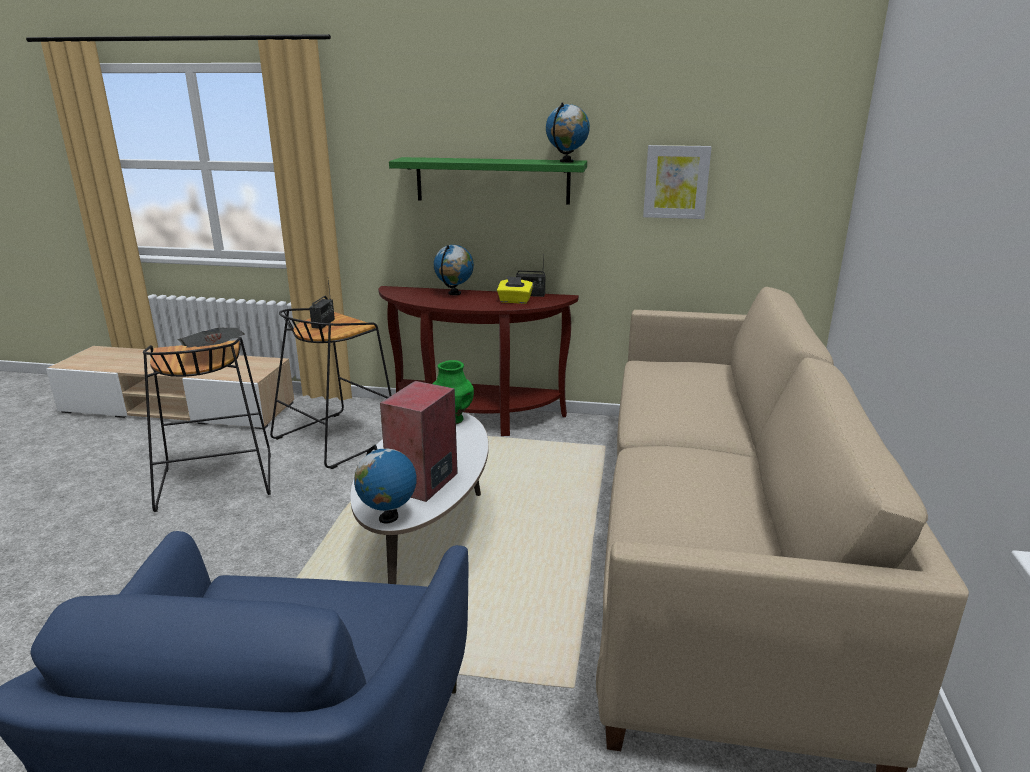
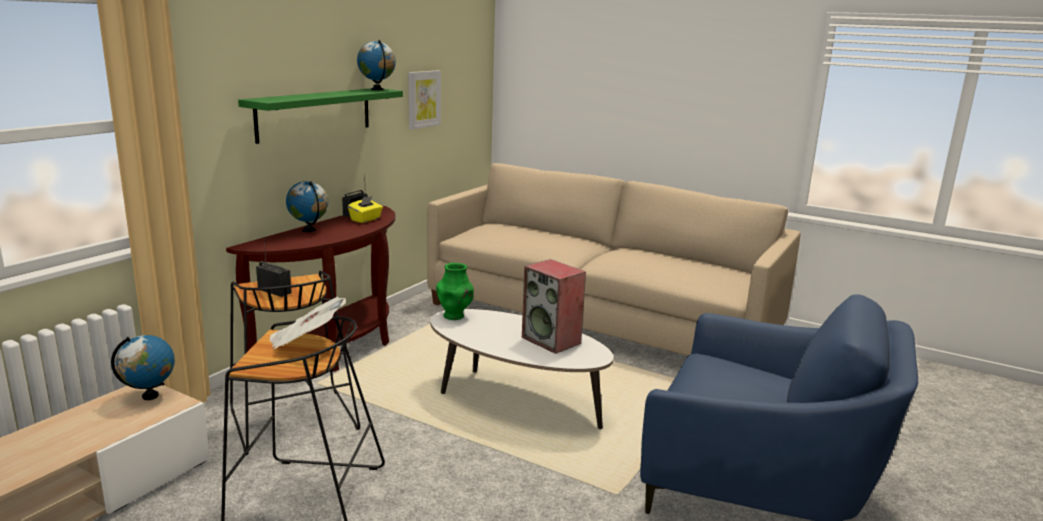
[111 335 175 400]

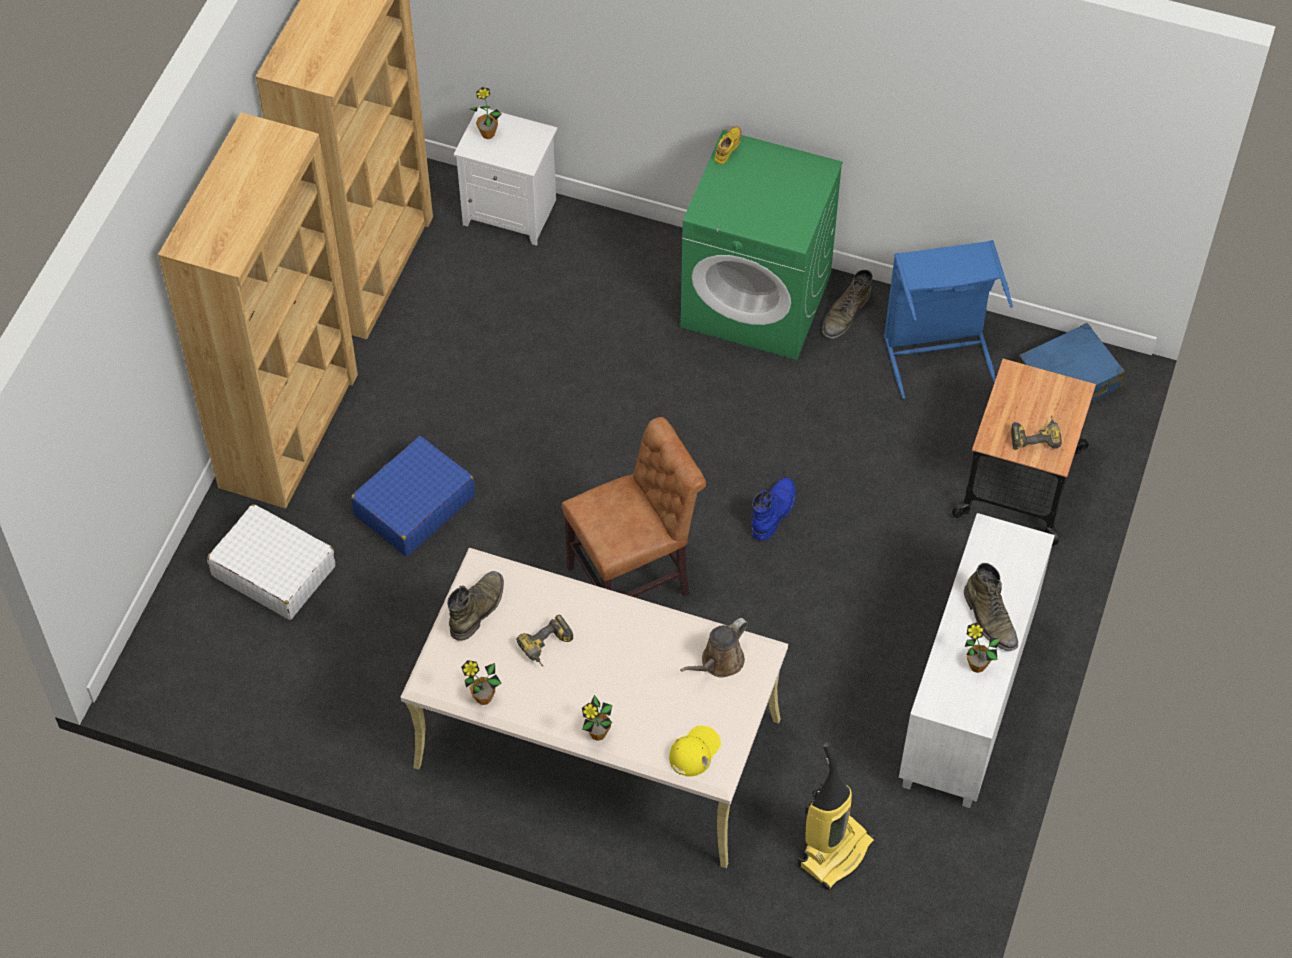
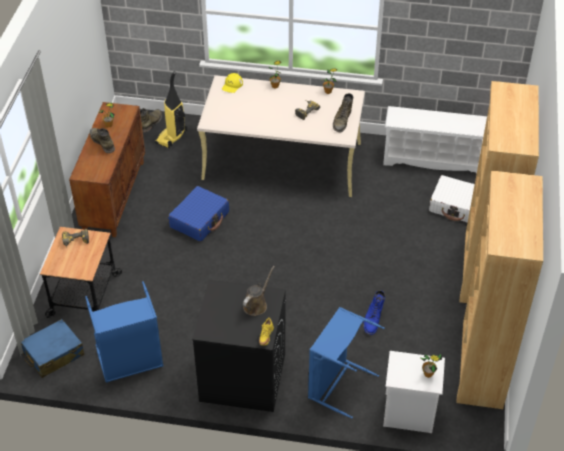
[69 102 145 237]
[140 108 162 133]
[168 186 229 242]
[192 280 286 412]
[243 266 275 316]
[308 307 385 419]
[363 290 385 335]
[383 106 487 173]
[562 417 706 597] (first image)

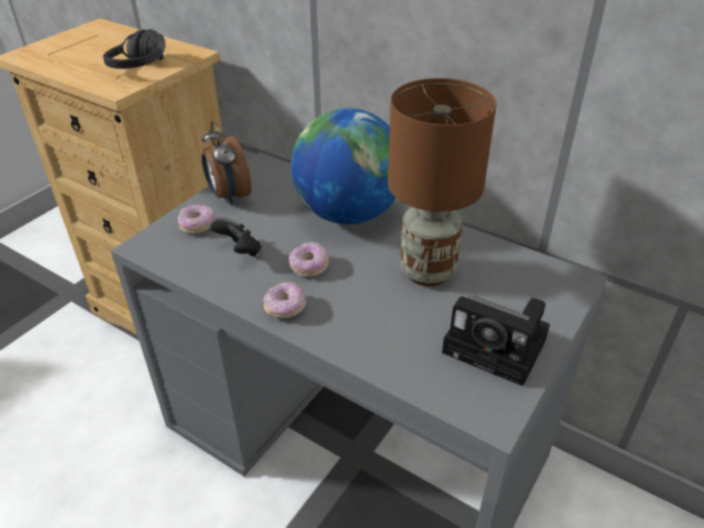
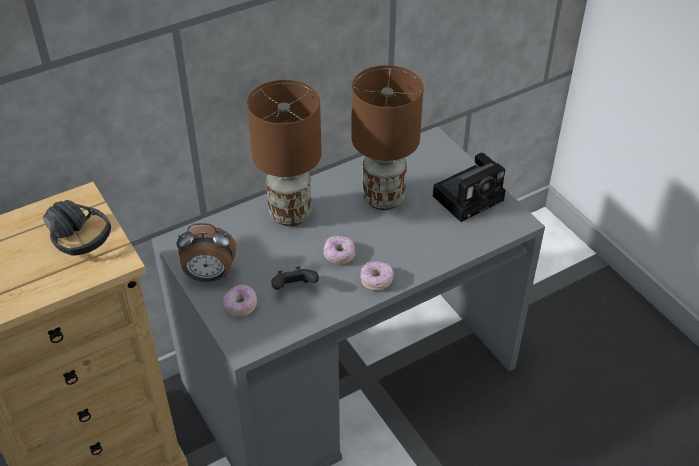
[247 80 322 226]

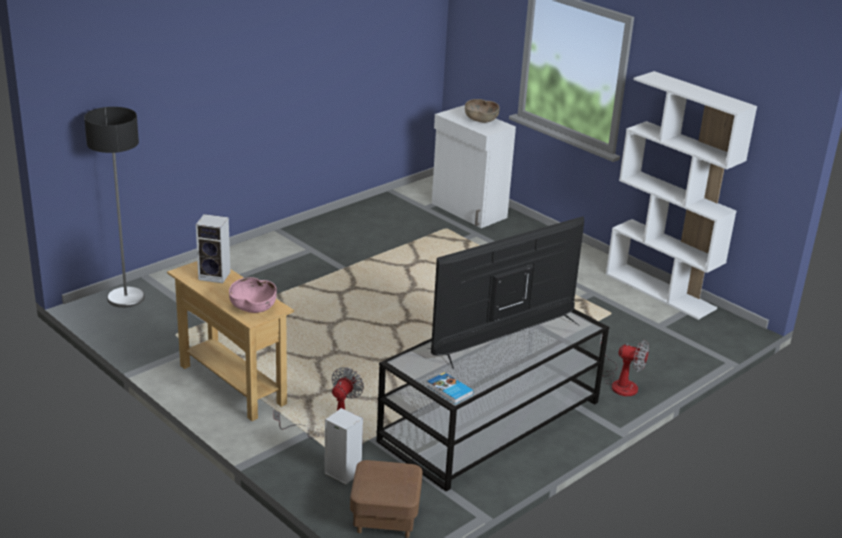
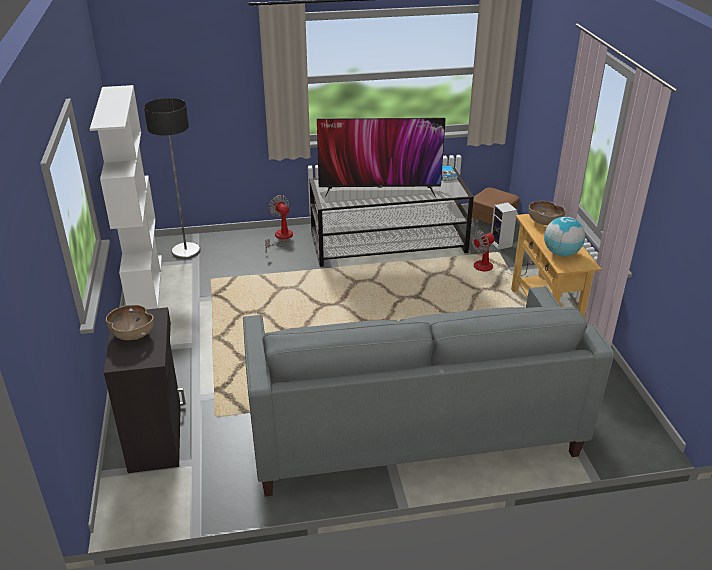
[104 307 186 473]
[144 98 201 259]
[243 286 614 497]
[529 201 566 225]
[544 217 585 256]

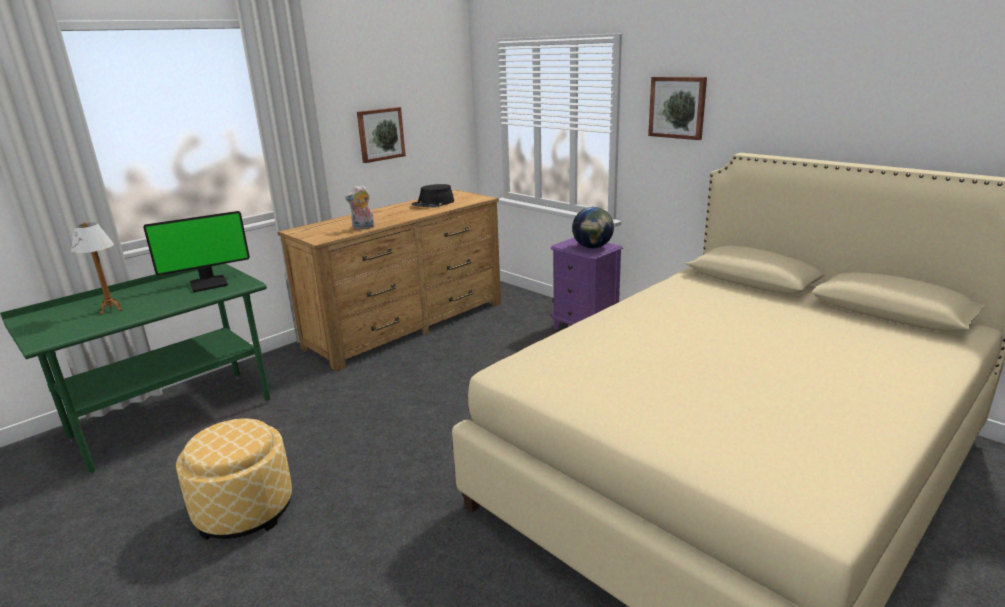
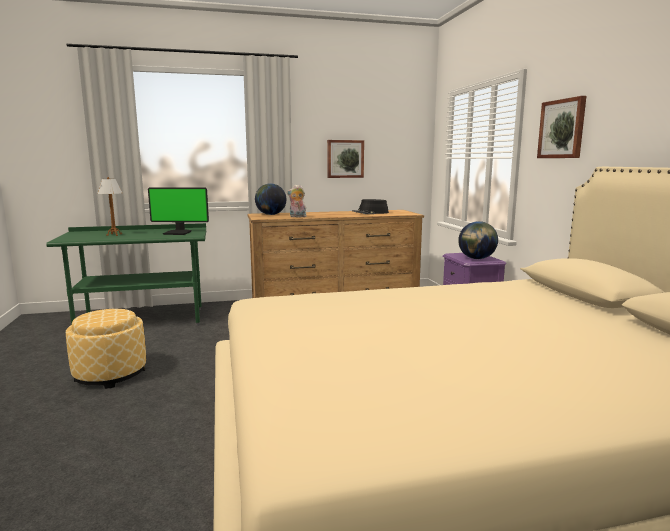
[255 183 286 215]

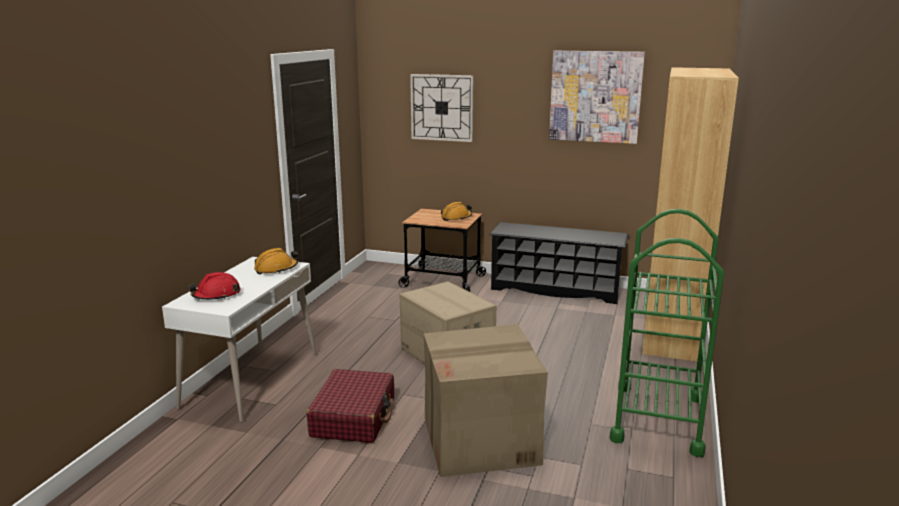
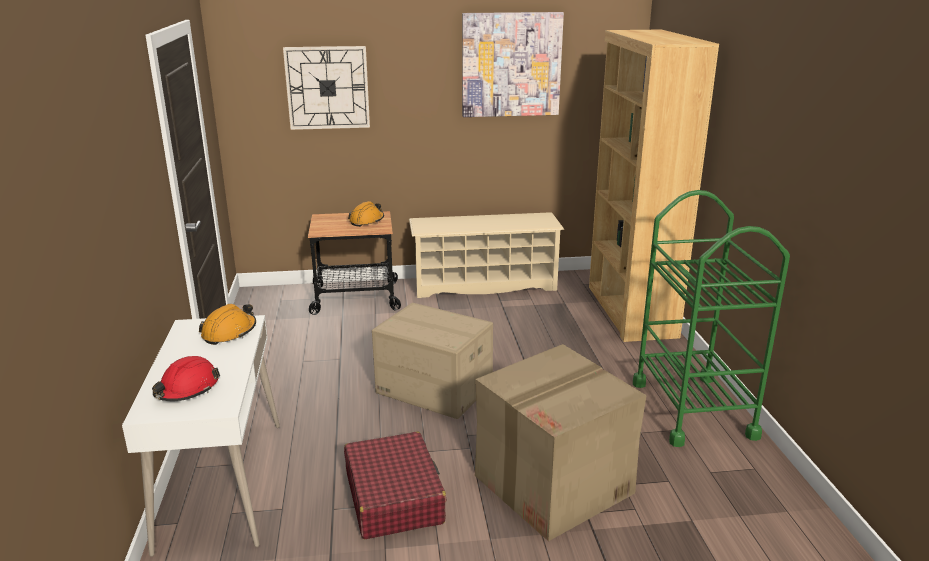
[409 212 564 298]

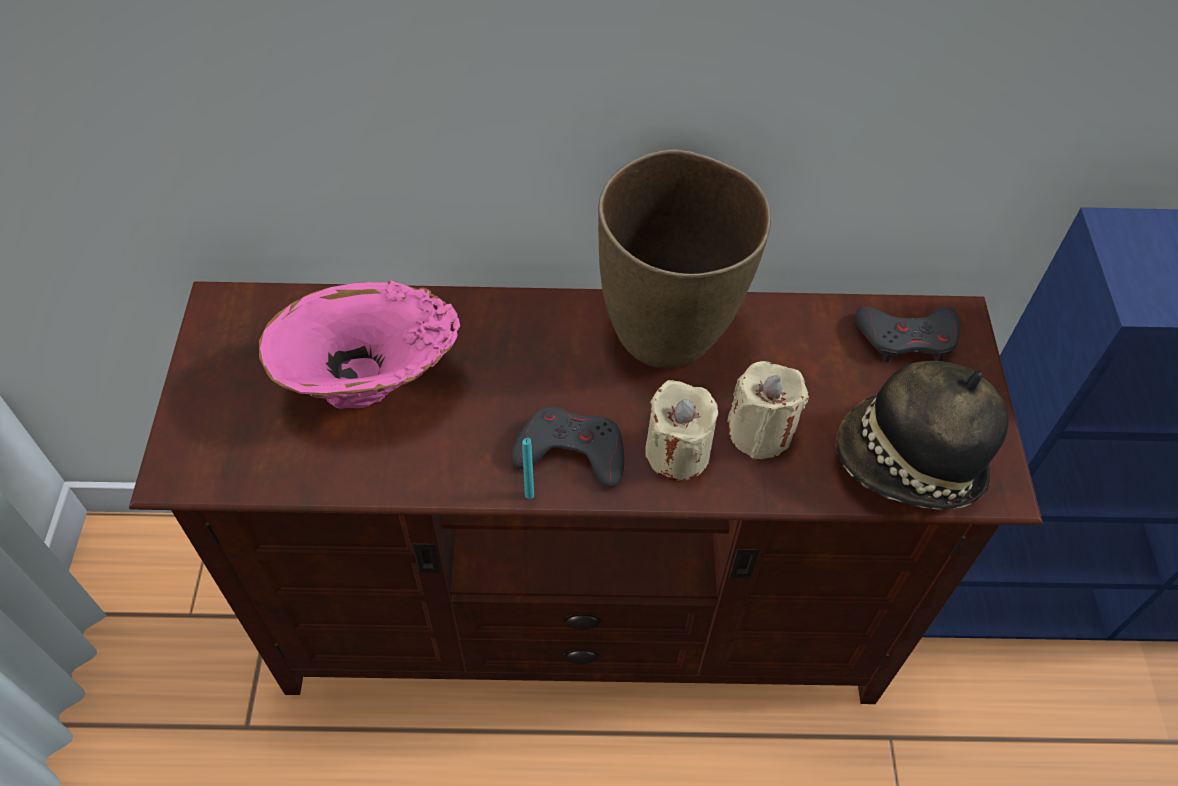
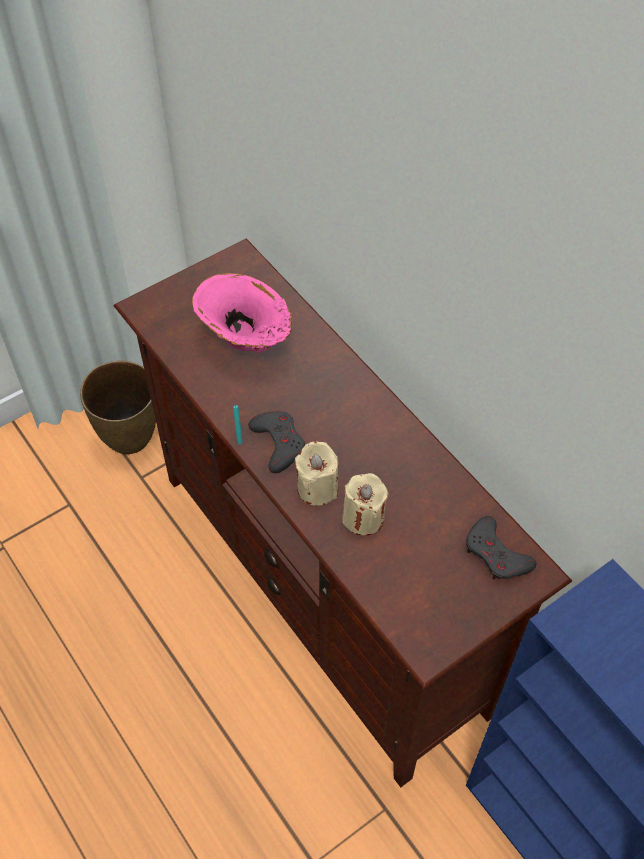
[80 361 156 454]
[836 361 1008 510] (first image)

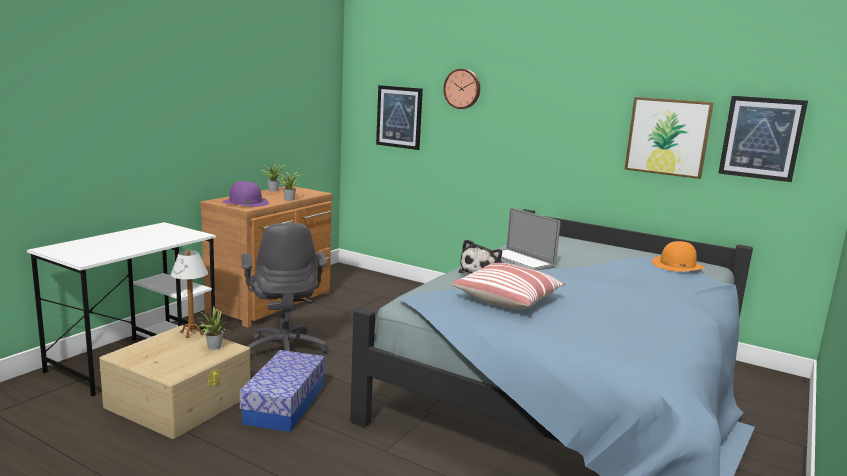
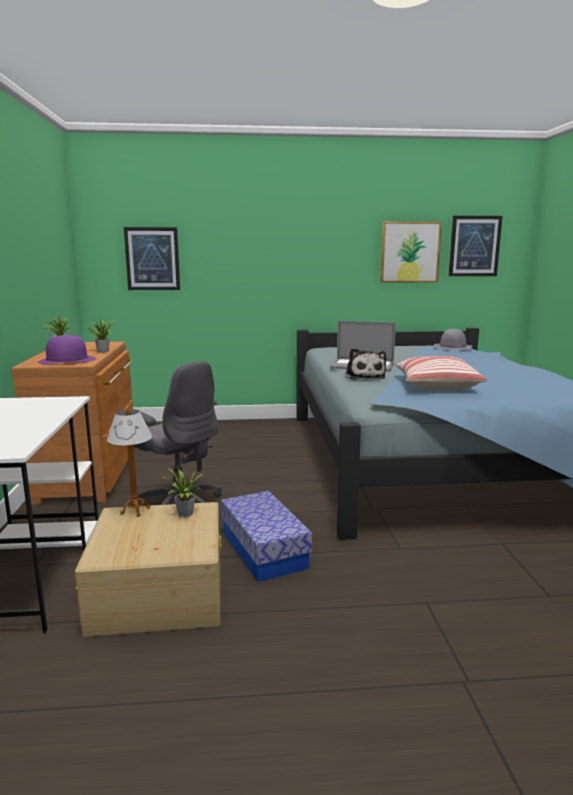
[434 329 472 351]
[443 69 480 109] (first image)

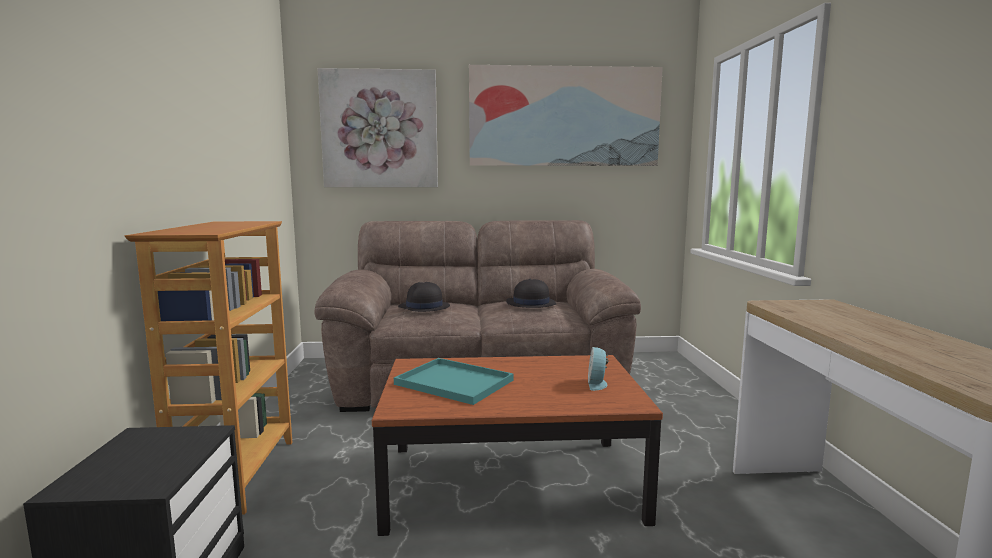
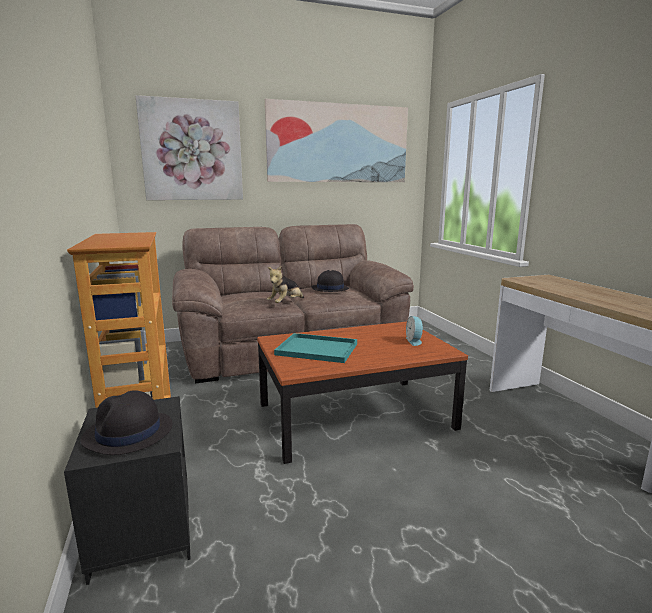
[81 390 172 455]
[267 266 304 303]

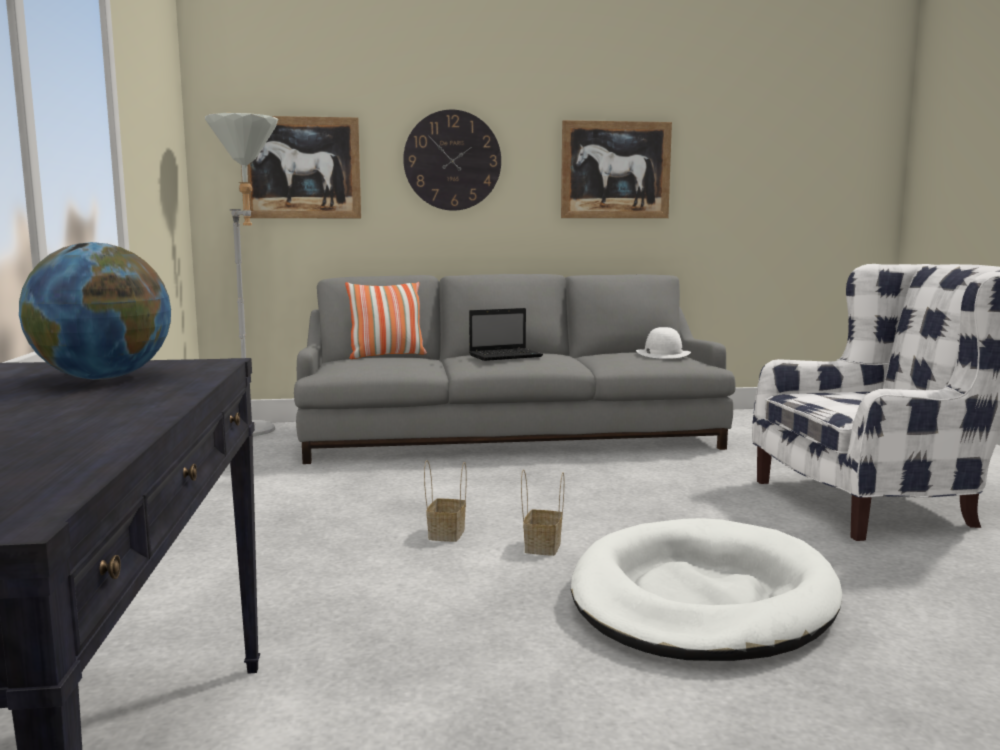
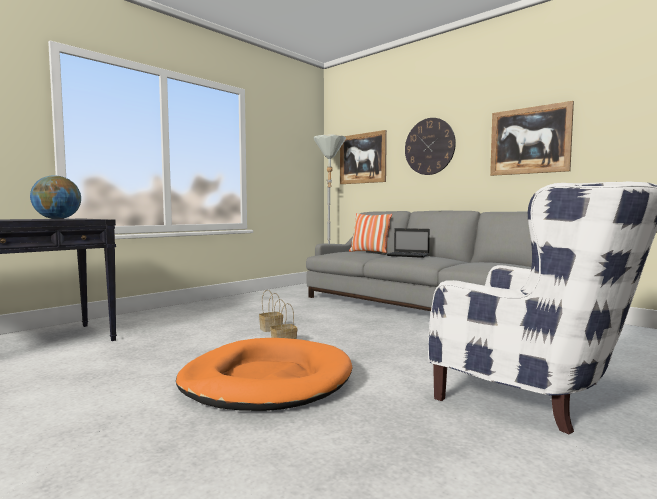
[176 338 353 411]
[636 327 691 359] (first image)

